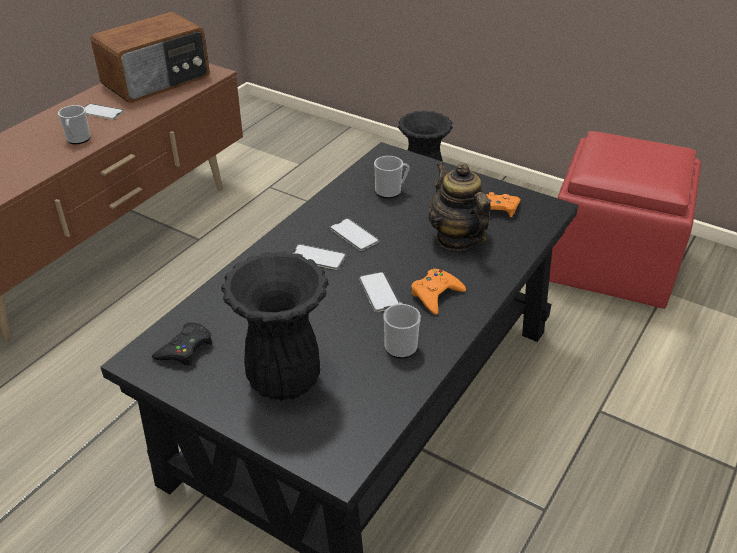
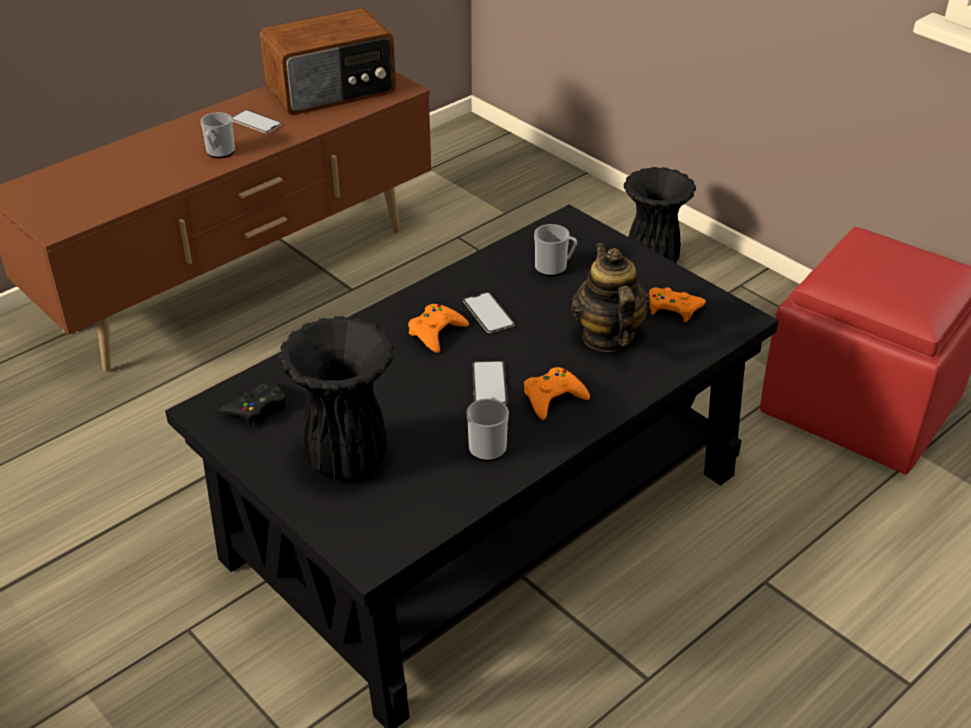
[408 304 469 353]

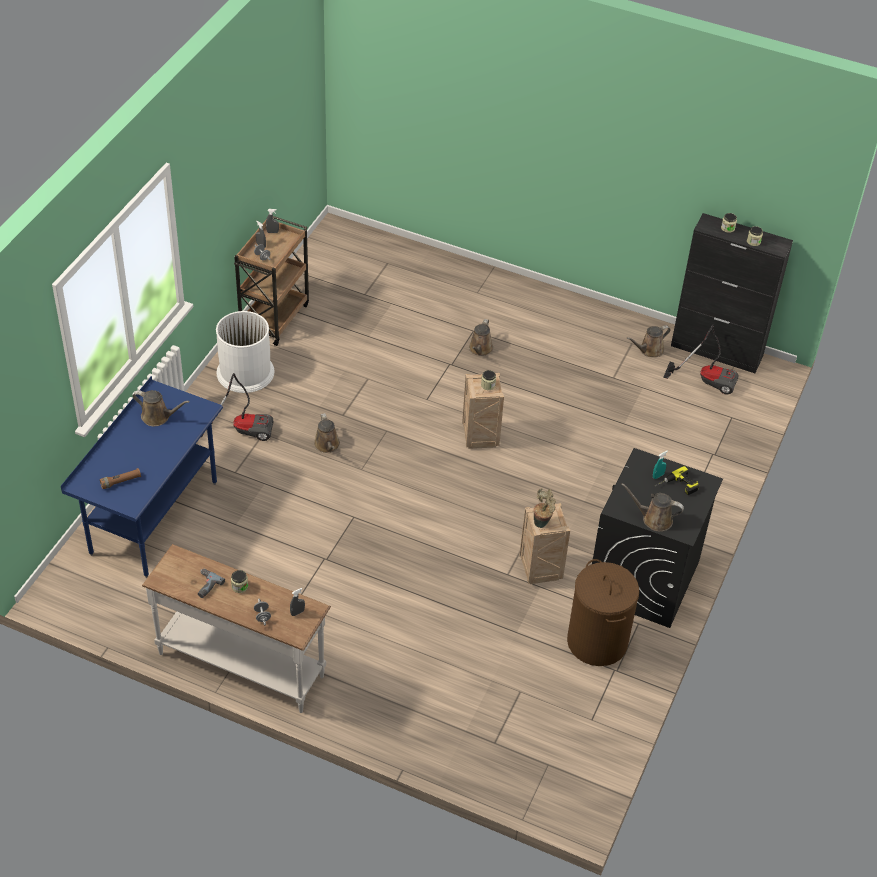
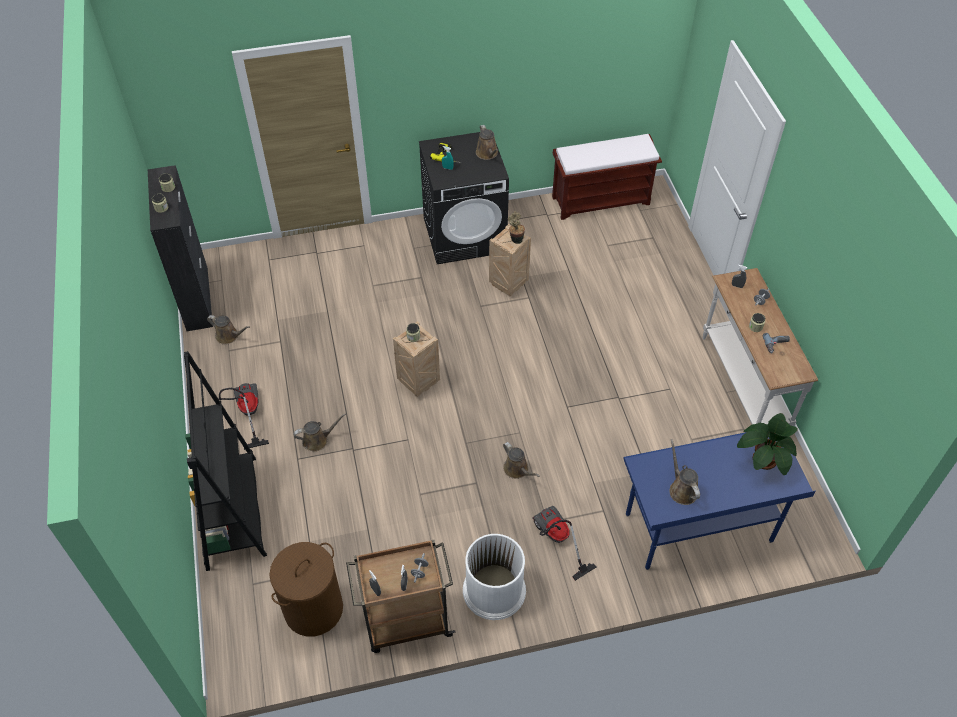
[184 351 267 571]
[219 383 269 450]
[270 542 343 636]
[503 442 540 479]
[552 134 662 220]
[737 413 798 475]

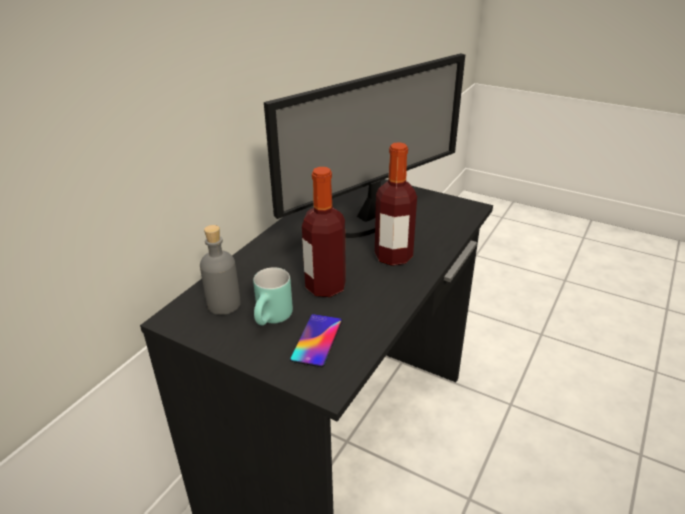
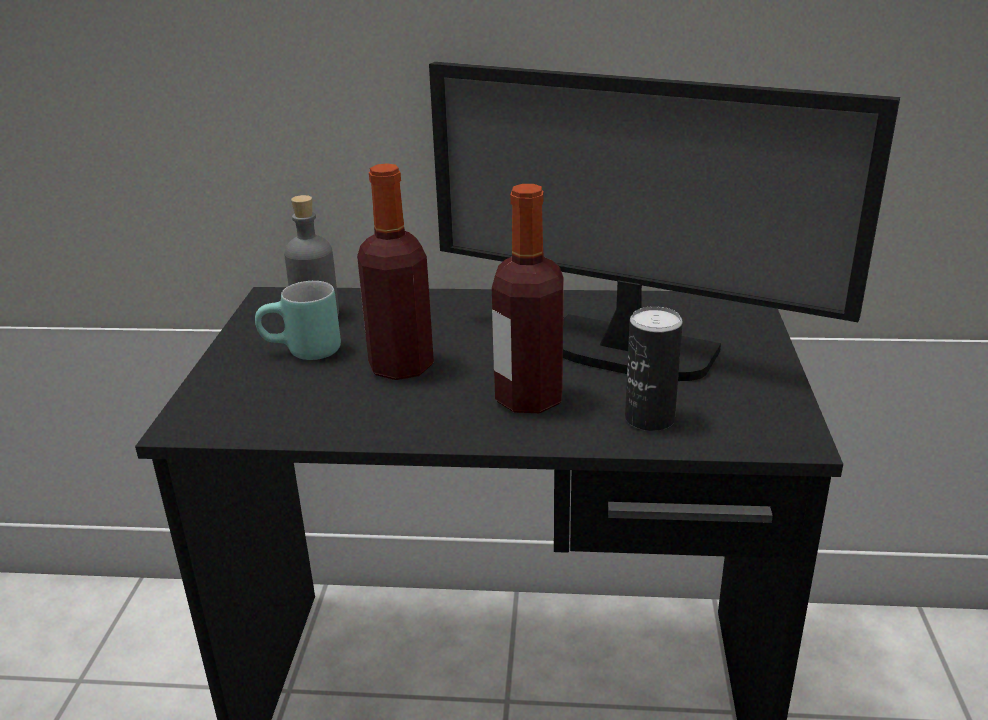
[625 306 683 431]
[290 314 342 367] (first image)

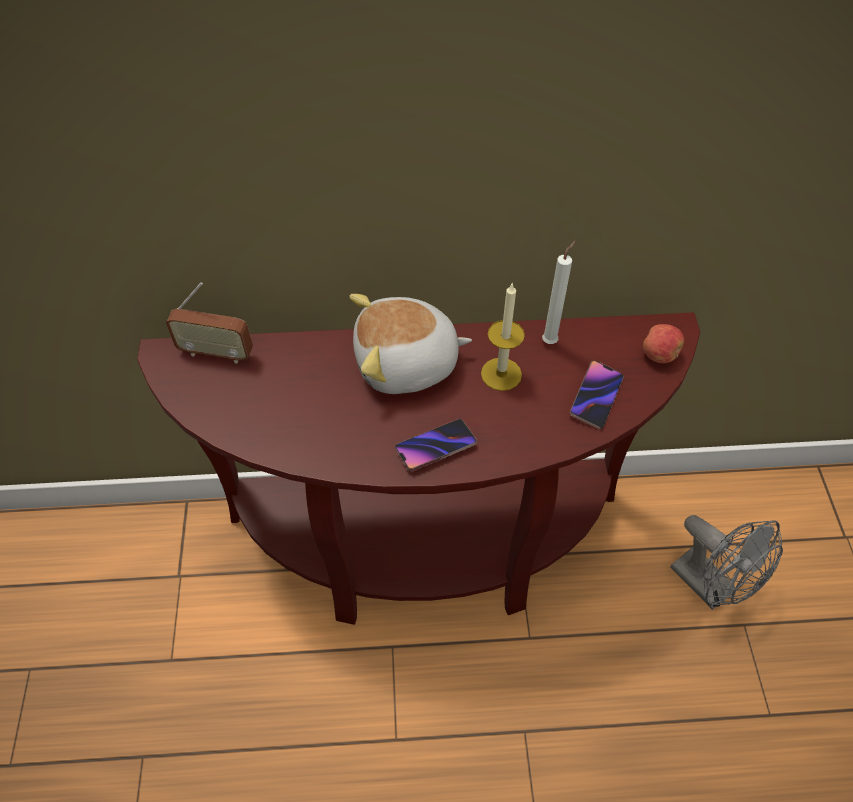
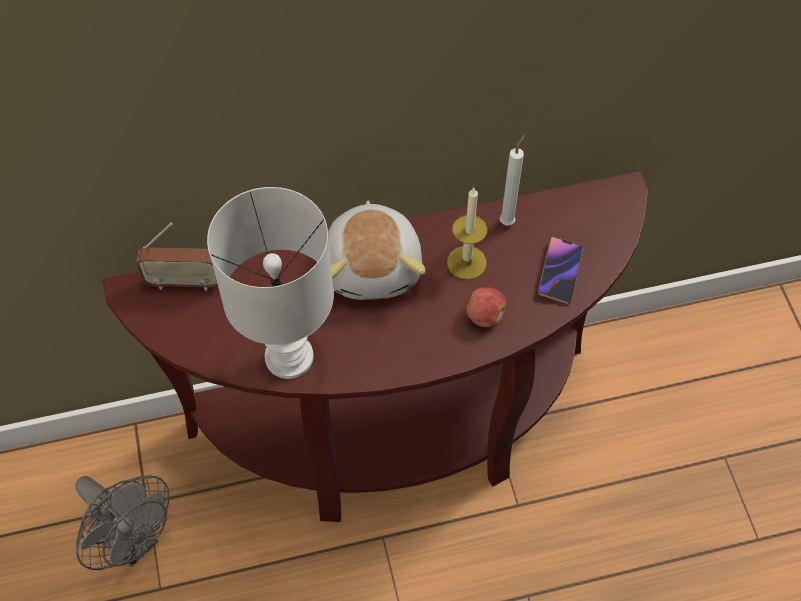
[75 475 170 570]
[207 187 334 379]
[328 201 425 300]
[467 287 506 327]
[395 419 477 471] (first image)

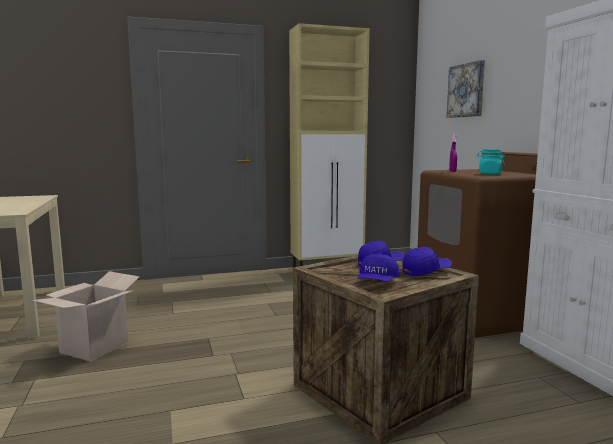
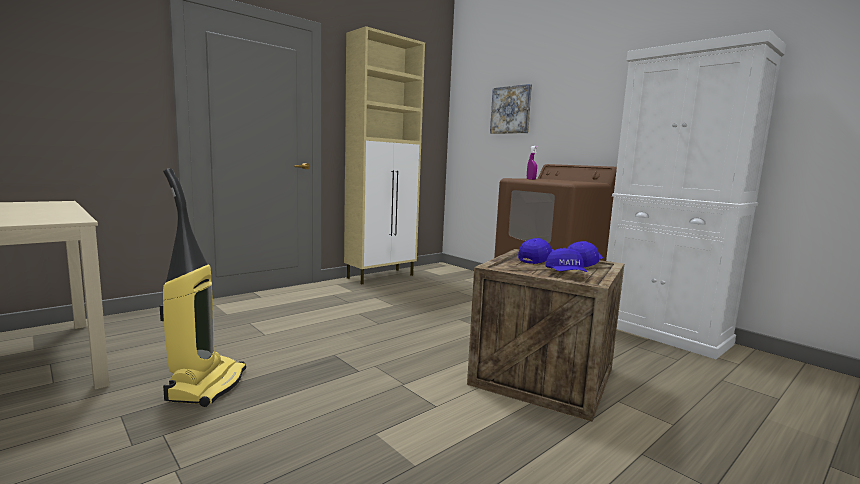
[160 168 246 407]
[477 149 505 175] (first image)

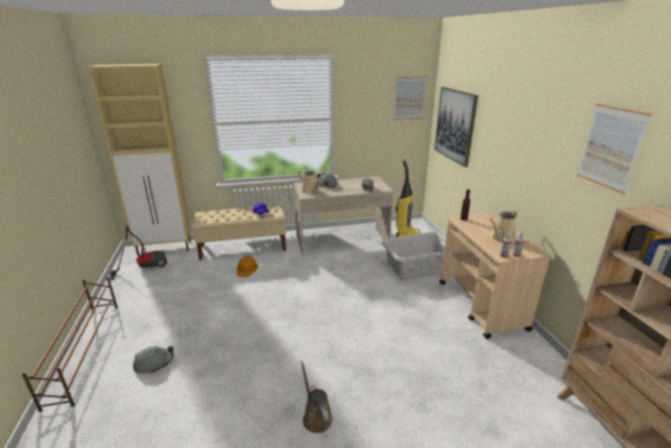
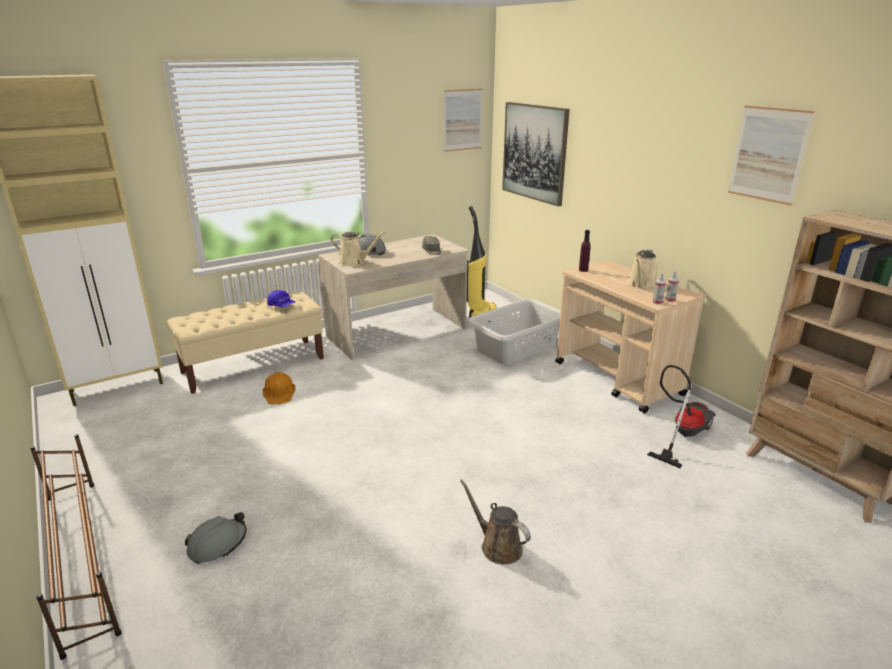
[647 365 716 468]

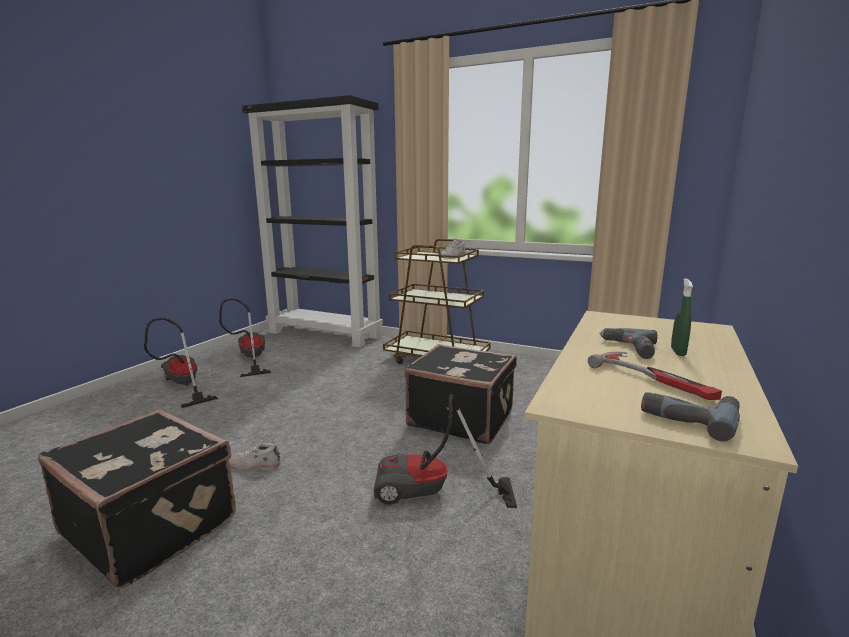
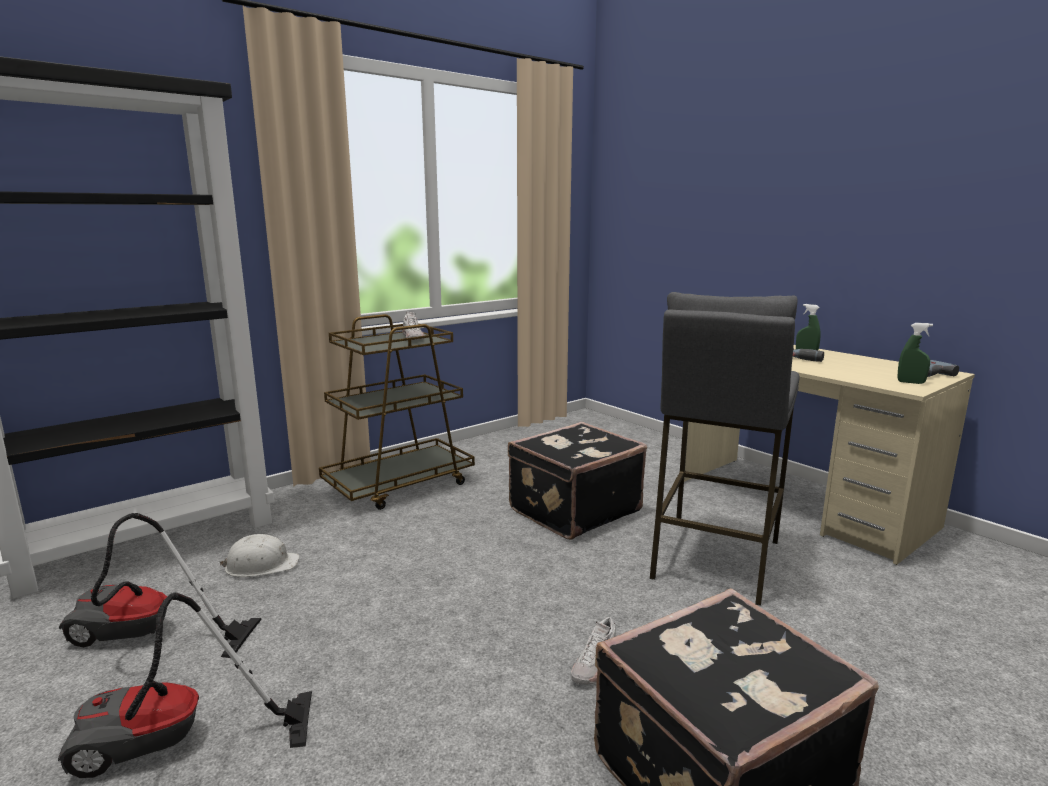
[219 534 300 577]
[650 292 800 606]
[898 323 933 384]
[588 352 722 400] (first image)

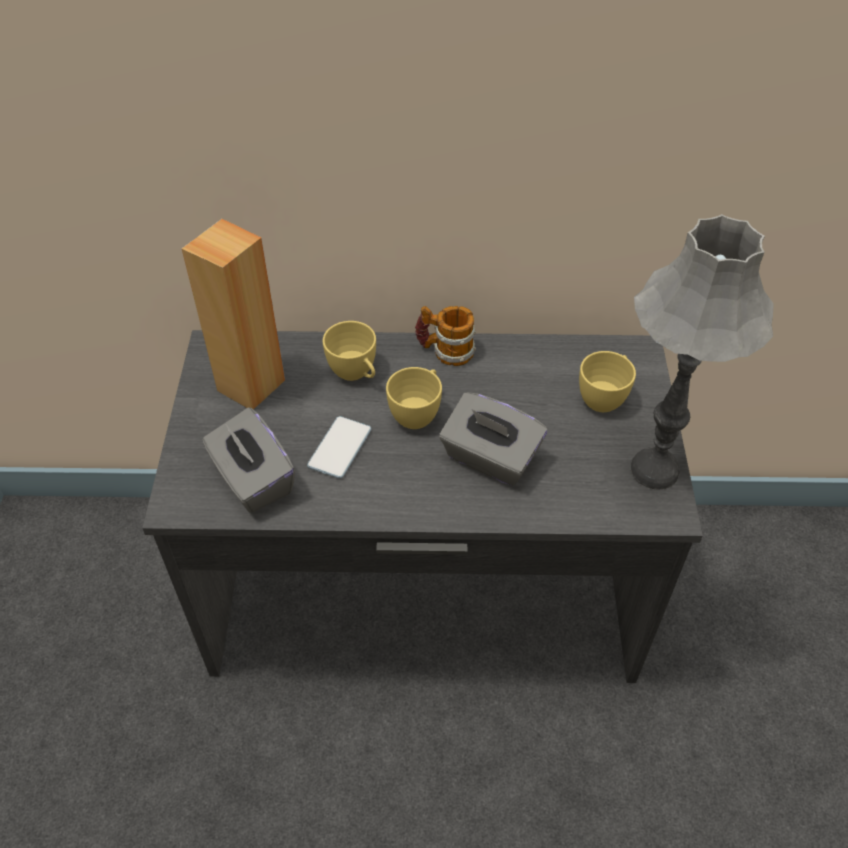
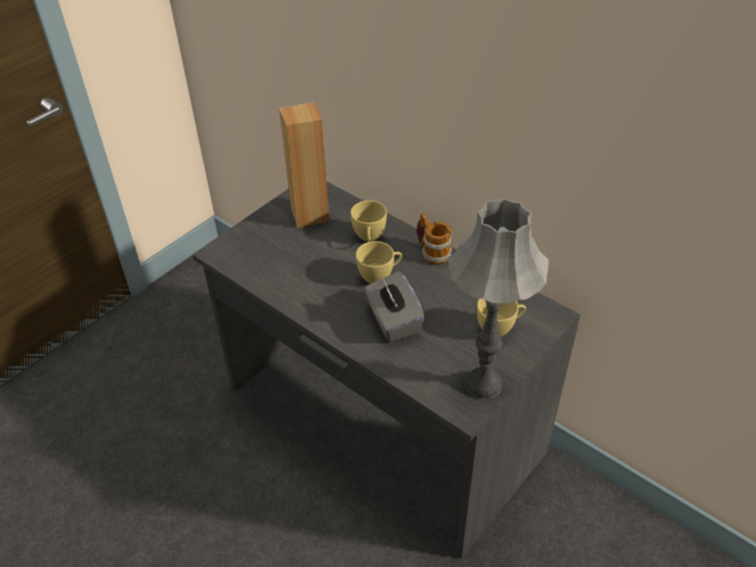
[202 407 295 513] (first image)
[307 416 371 479] (first image)

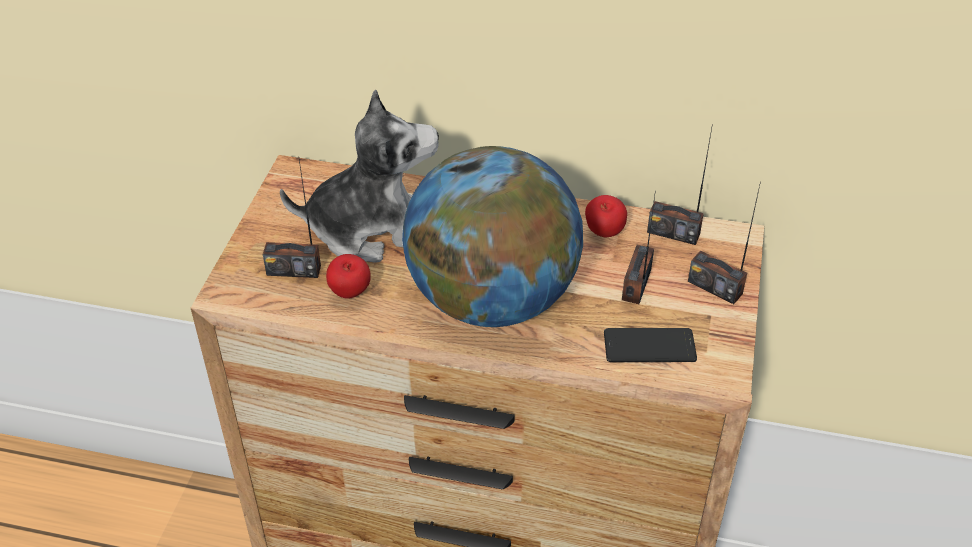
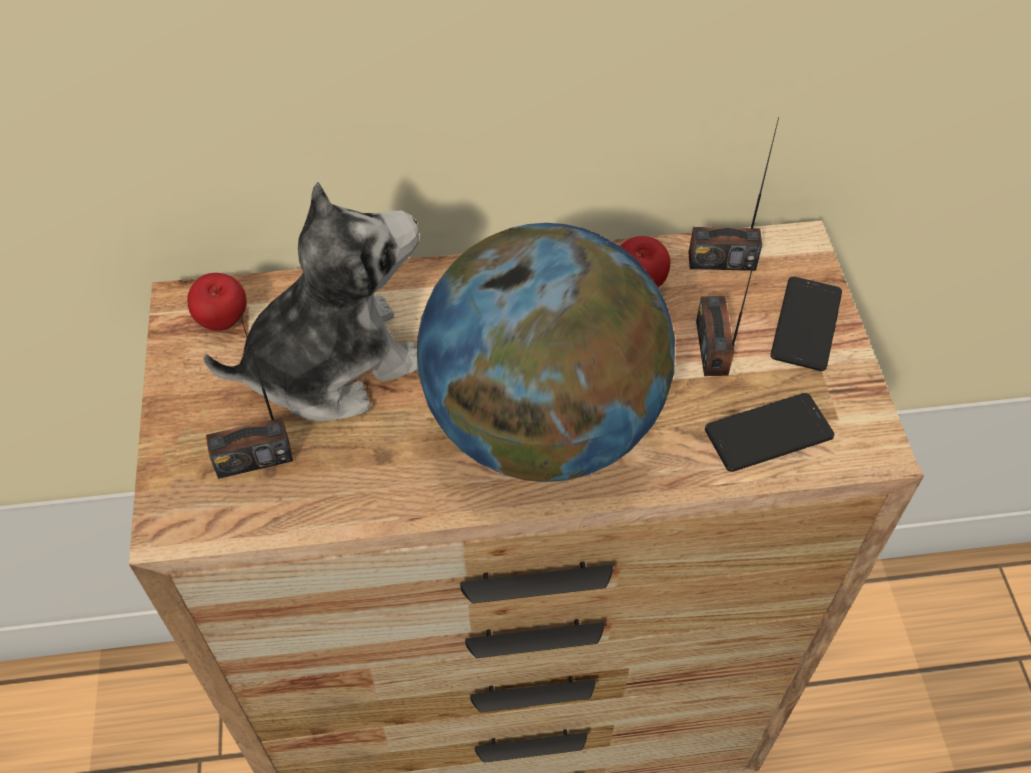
[187 273 247 331]
[771 277 842 371]

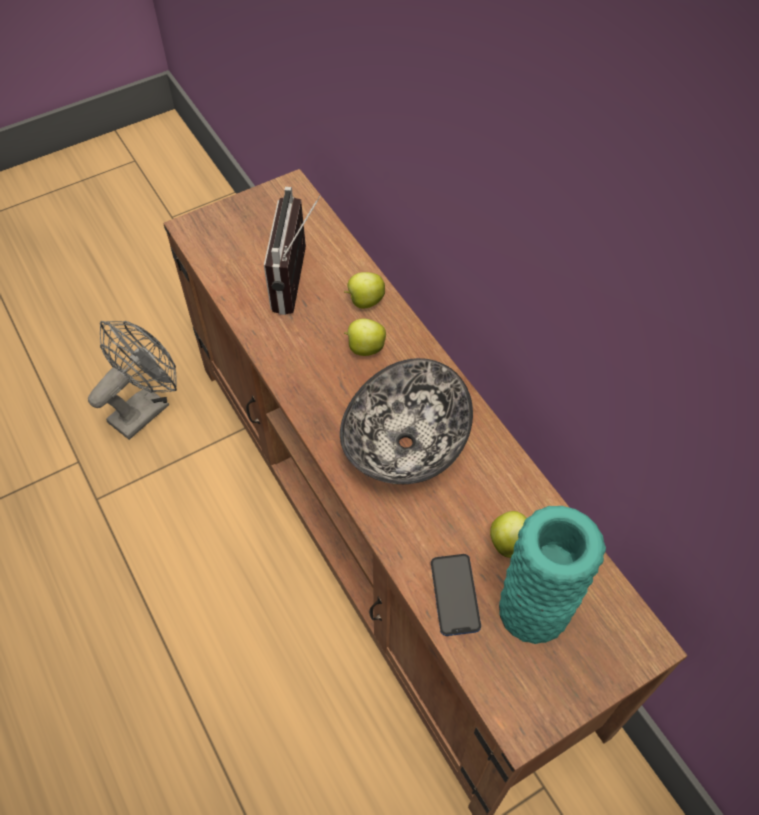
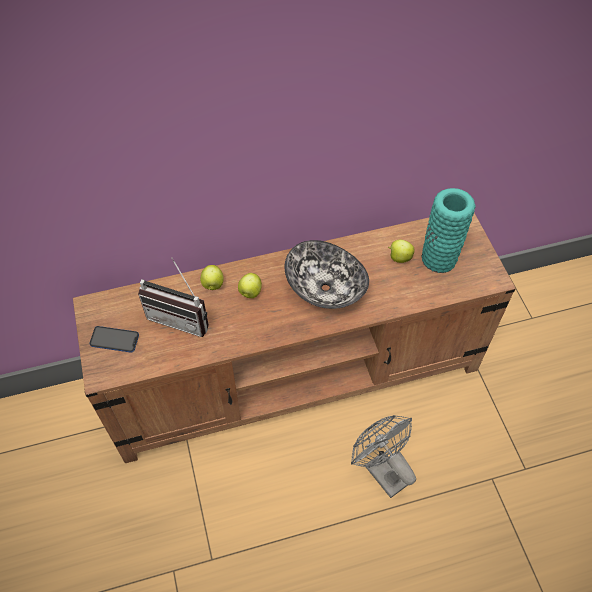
[89 326 139 353]
[351 415 416 498]

